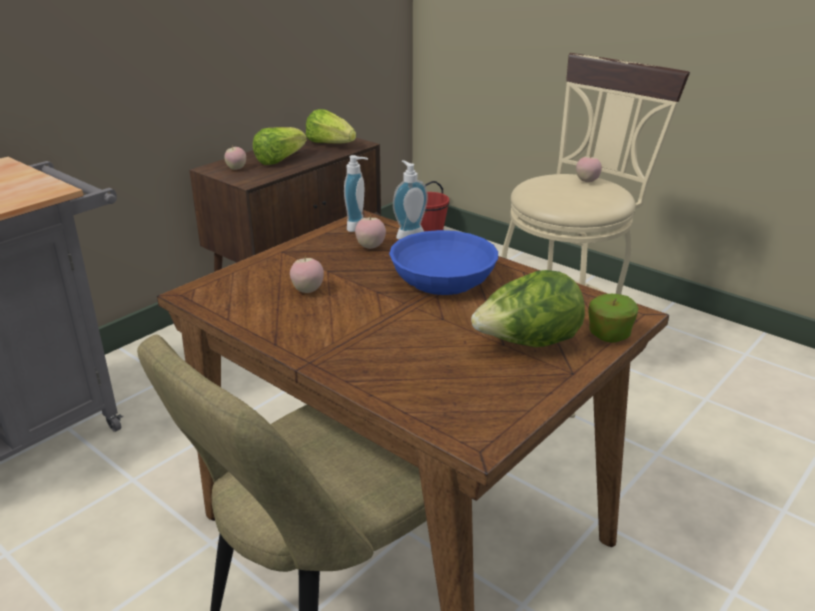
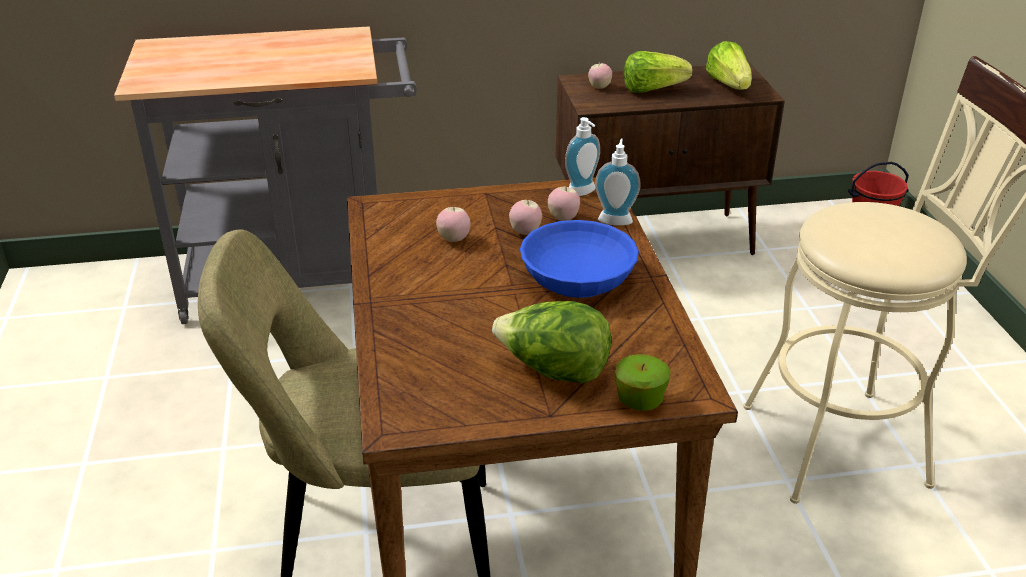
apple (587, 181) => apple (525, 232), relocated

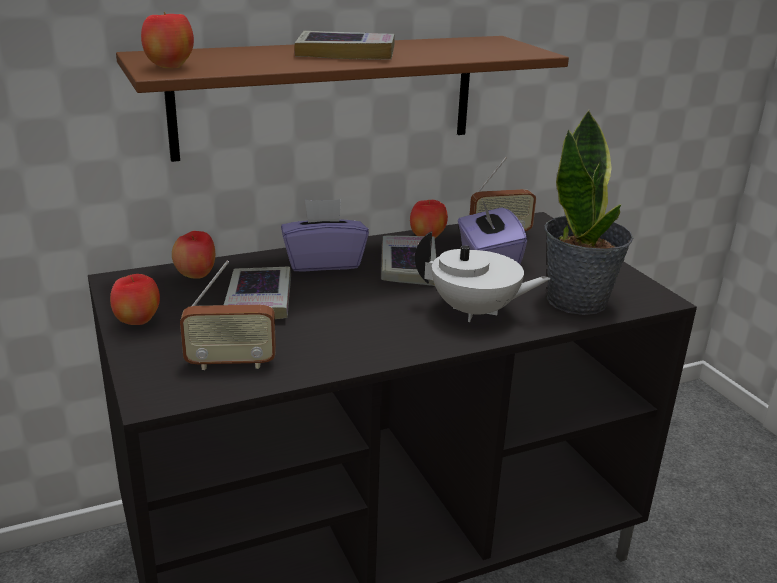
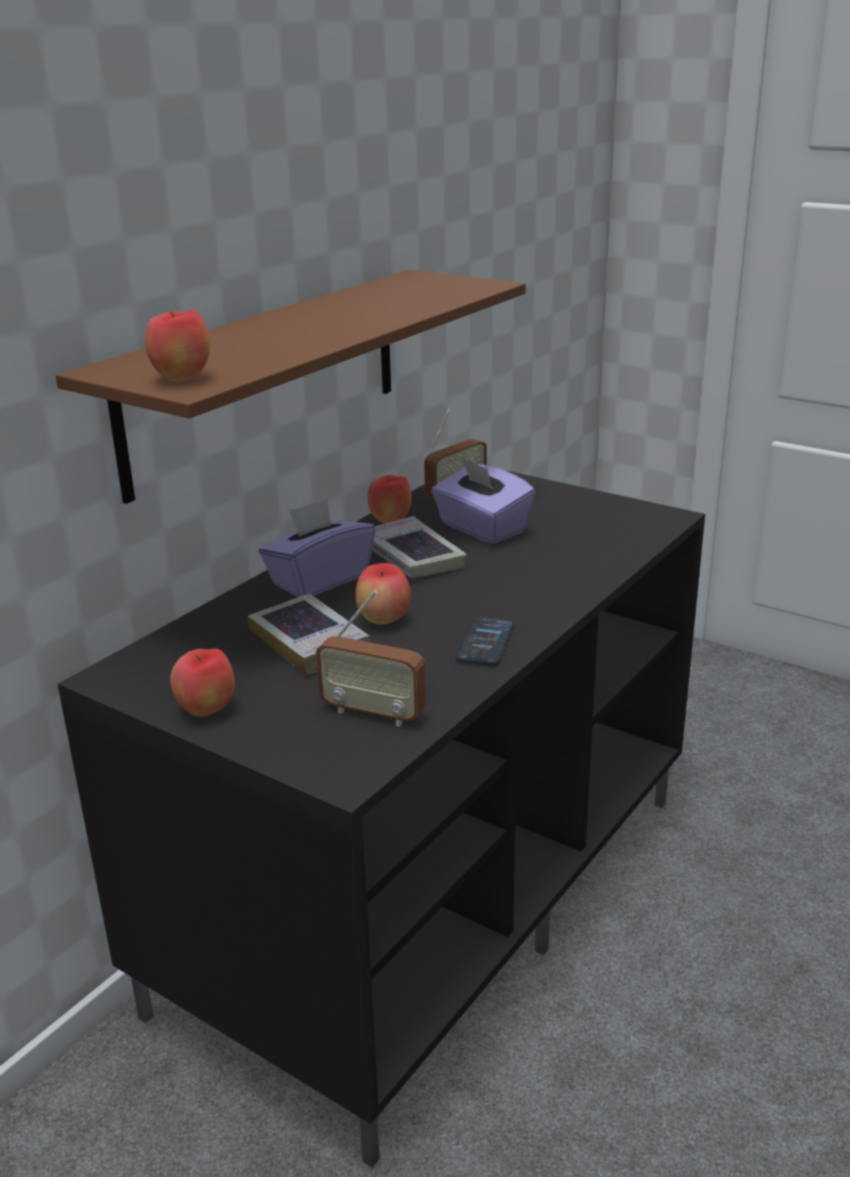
bound book (346, 53) => nothing
teapot in white (475, 312) => nothing
potted plant (578, 301) => nothing
nothing => telephone (485, 642)
apple (196, 276) => apple (383, 621), relocated
radio set (231, 363) => radio set (373, 713), 60 degrees clockwise

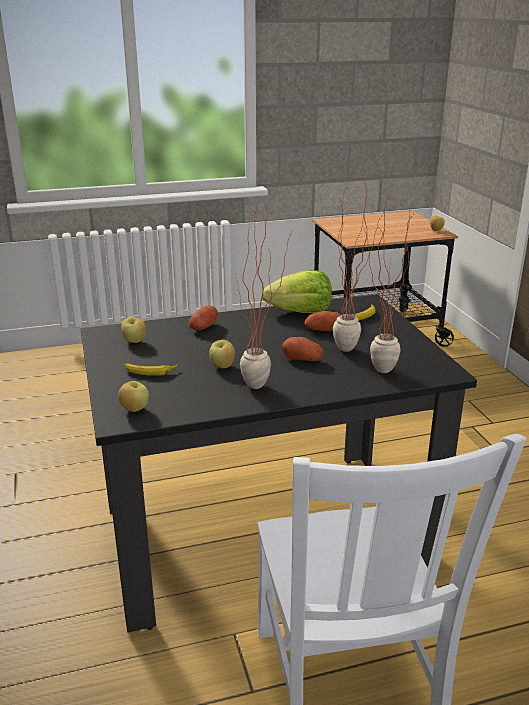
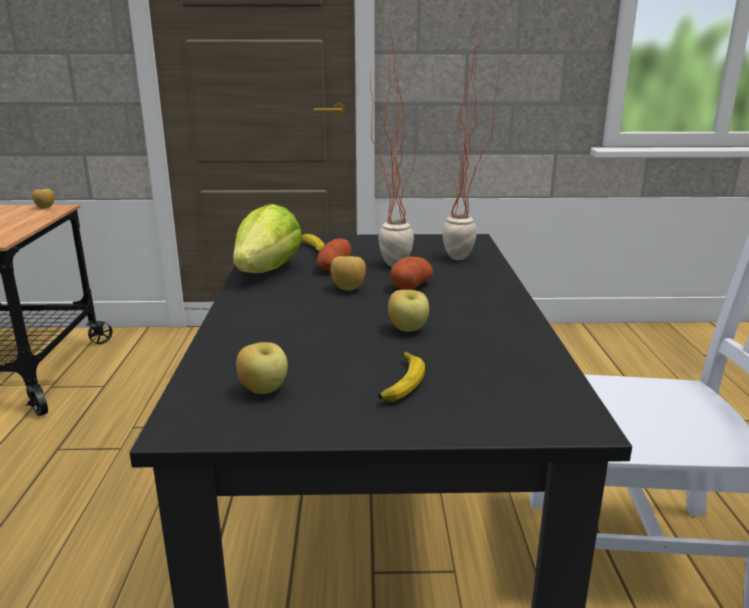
whole potato (203, 327) => nothing
potted plant (263, 389) => nothing
apple (134, 409) => apple (348, 289), relocated

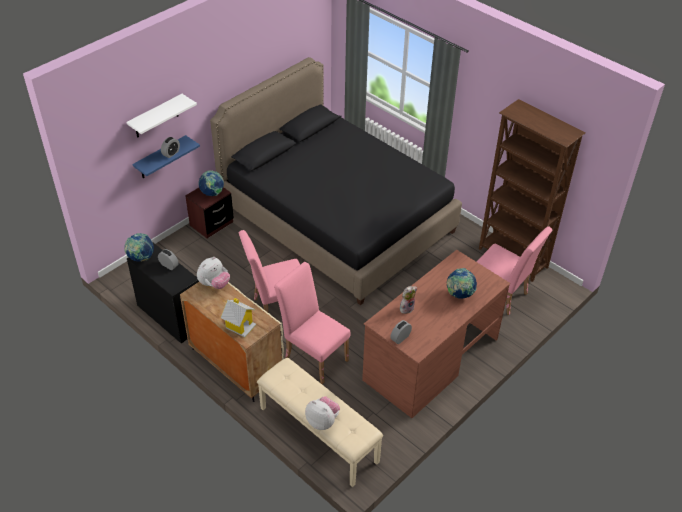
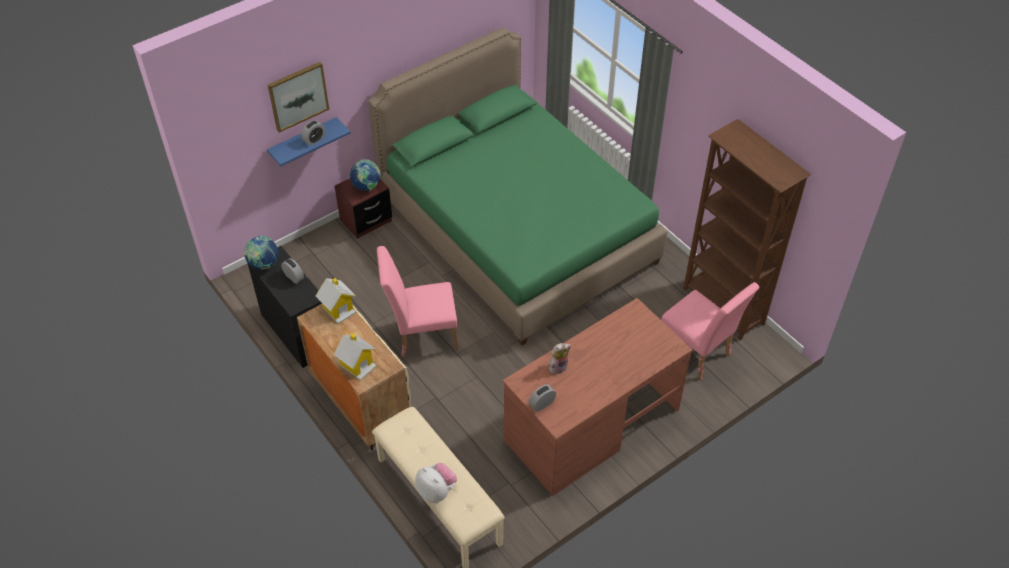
plain chair in pink-coloured (313, 355) => nothing
globe (459, 294) => nothing
shelf in white (156, 116) => wall picture (298, 96)
cuddly toy (214, 284) => model house (338, 309)
sleeping bed in black (337, 219) => sleeping bed in greenish (517, 231)

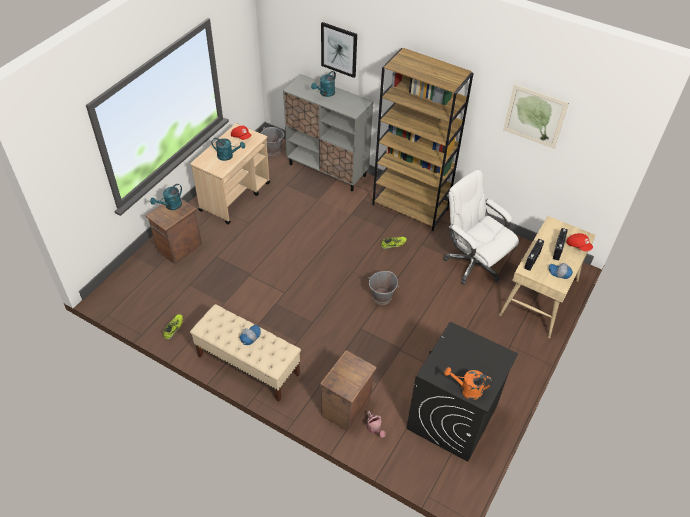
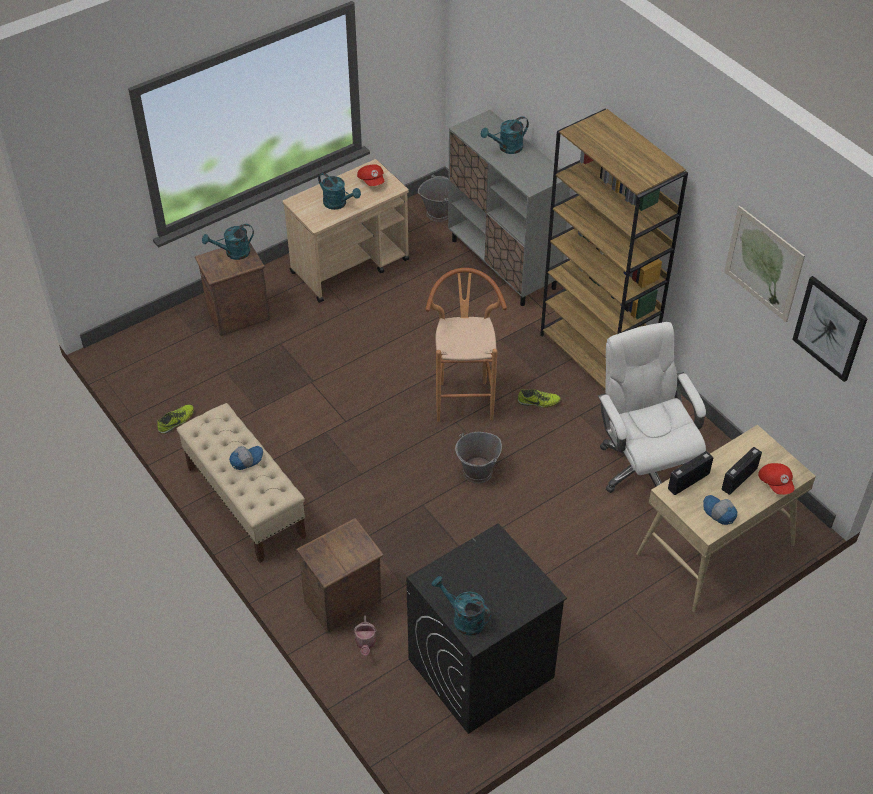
nothing => stool seat in brown (463, 396)
wall picture (339, 49) => wall picture (830, 328), relocated
sprinkling can in orange (467, 390) => sprinkling can in turquoise (463, 619)

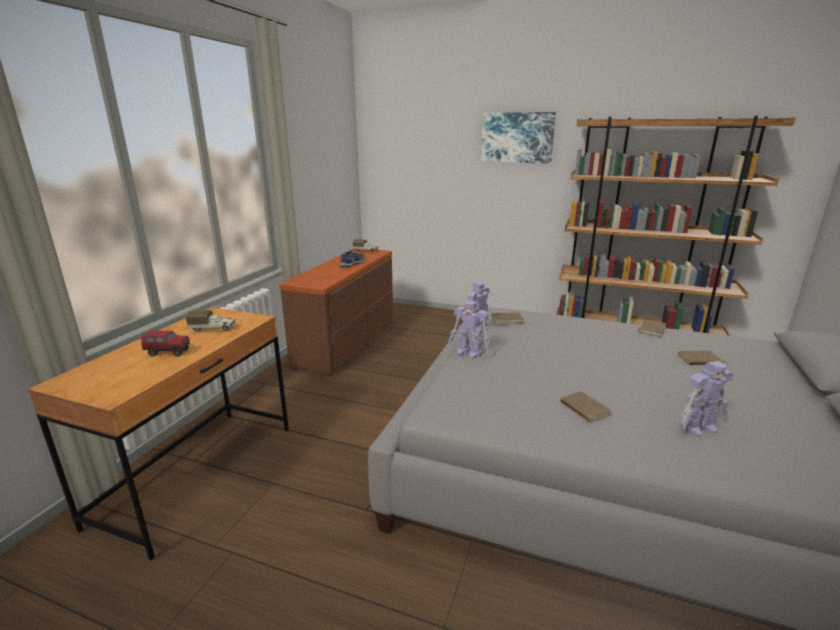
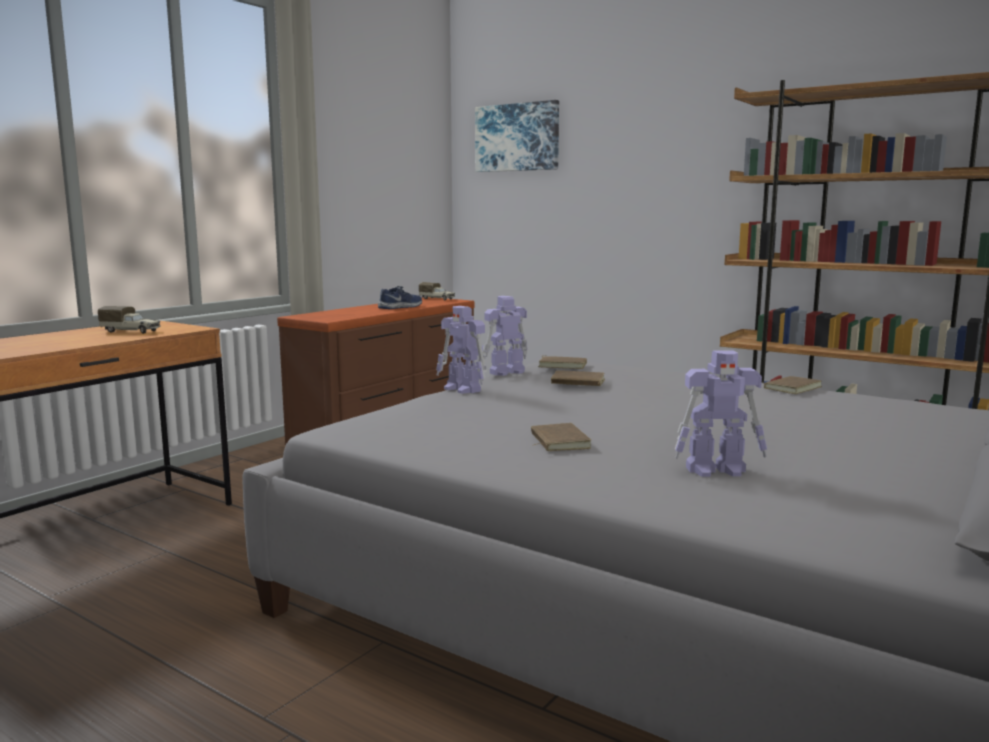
toy truck (168, 352) => nothing
wall picture (517, 137), relocated
bound book in brown (700, 361) => bound book in brown (577, 382), relocated

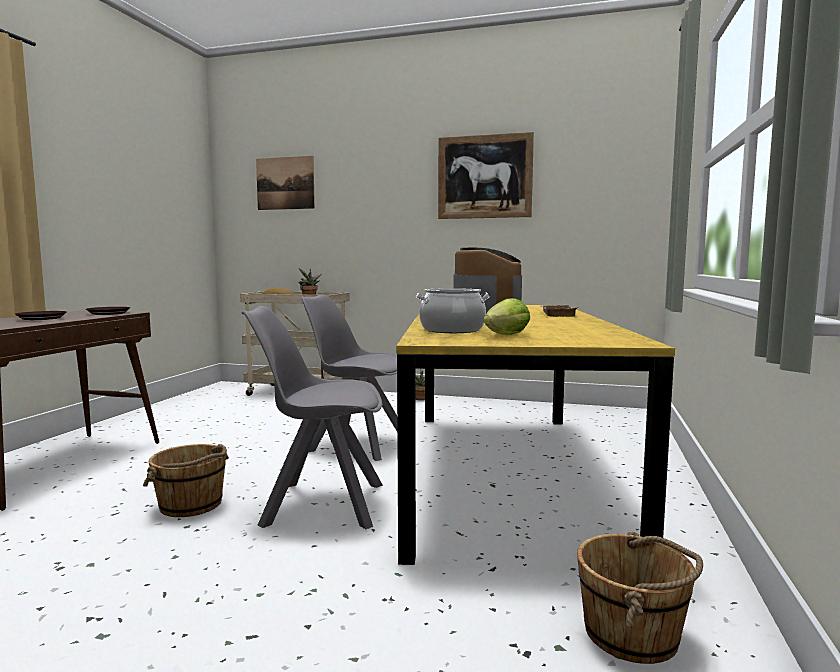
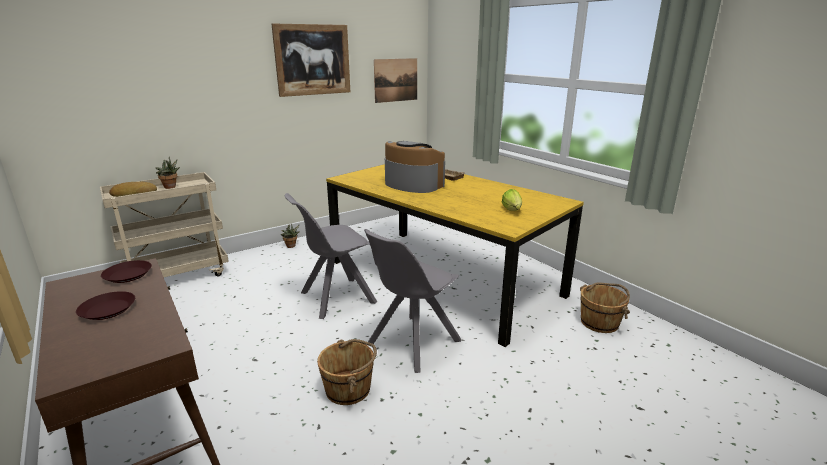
stockpot (452, 330) => nothing
wall picture (285, 183) => wall picture (396, 80), relocated

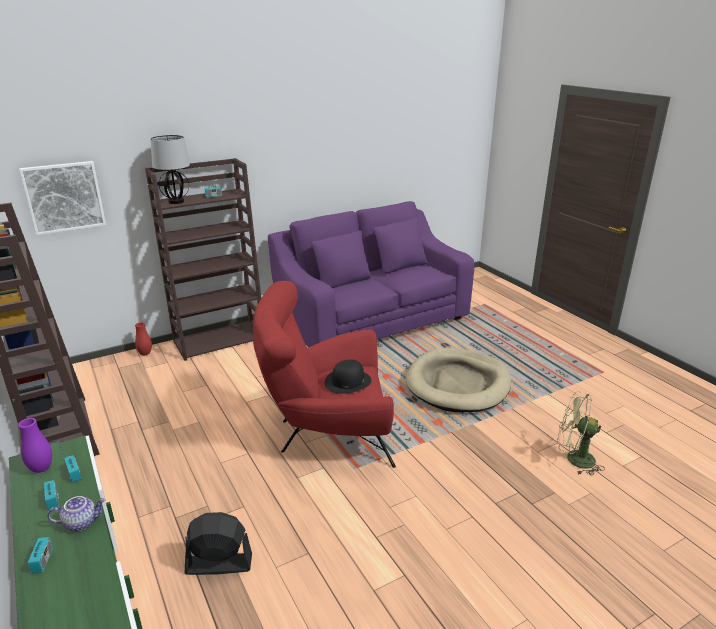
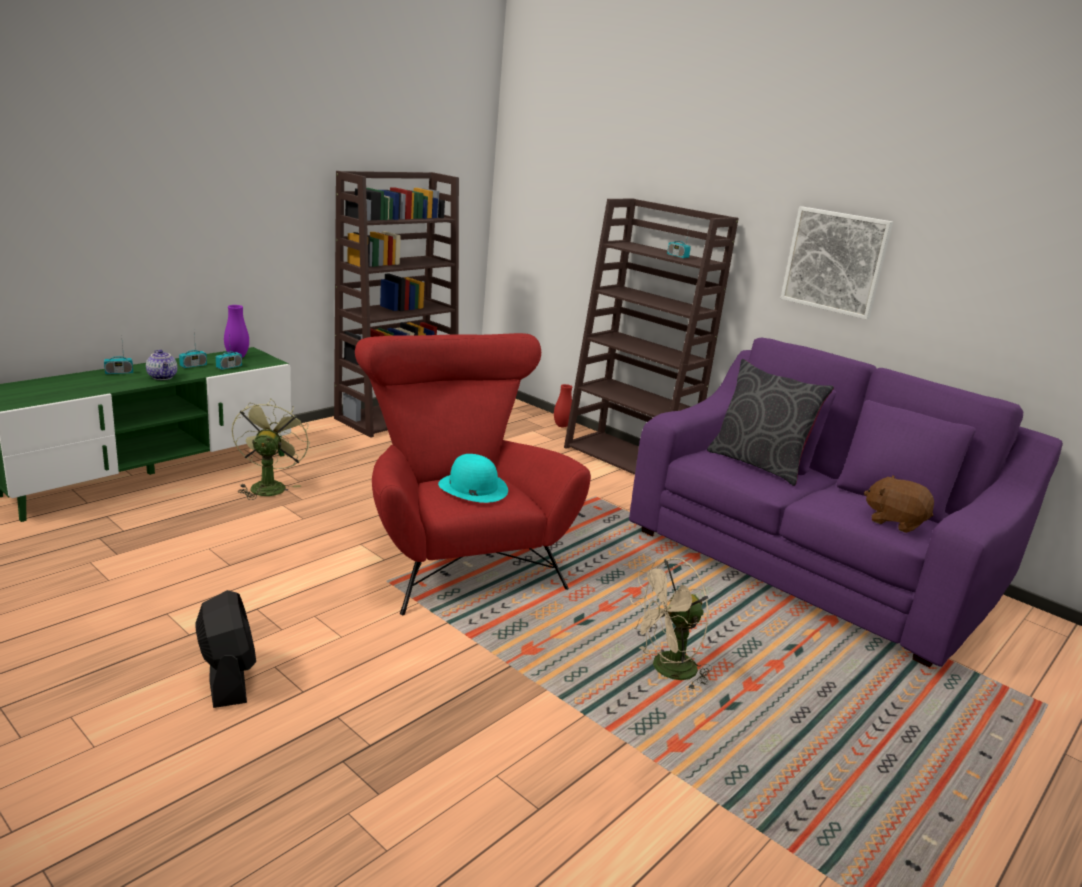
tabletop lamp (176, 201) => nothing
nothing => throw pillow in gray (758, 464)
nothing => cuddly toy in brown (894, 521)
wall picture (64, 197) => wall picture (835, 261), relocated
fan in black (218, 564) => fan in black (228, 677), relocated
fan in greenish (574, 459) => fan in greenish (269, 486), relocated
dog cushion in sand-coloured (458, 384) => fan in sand-coloured (666, 670)
clothing hat in black (348, 381) => clothing hat in turquoise (472, 487)

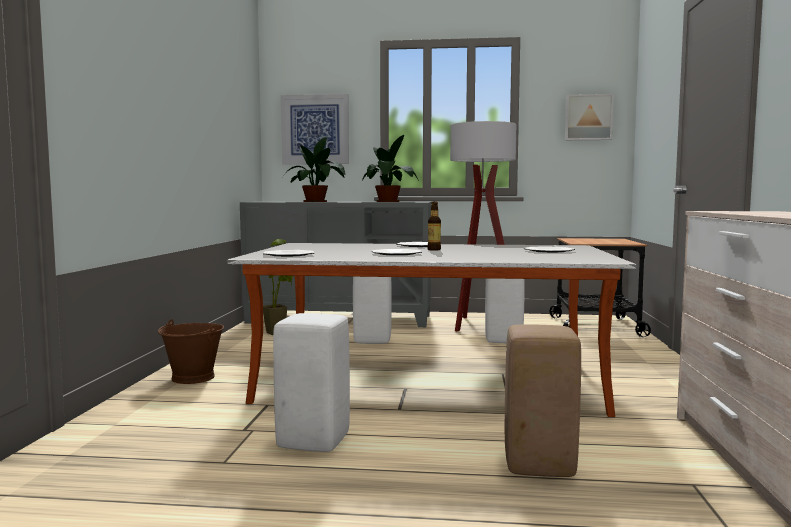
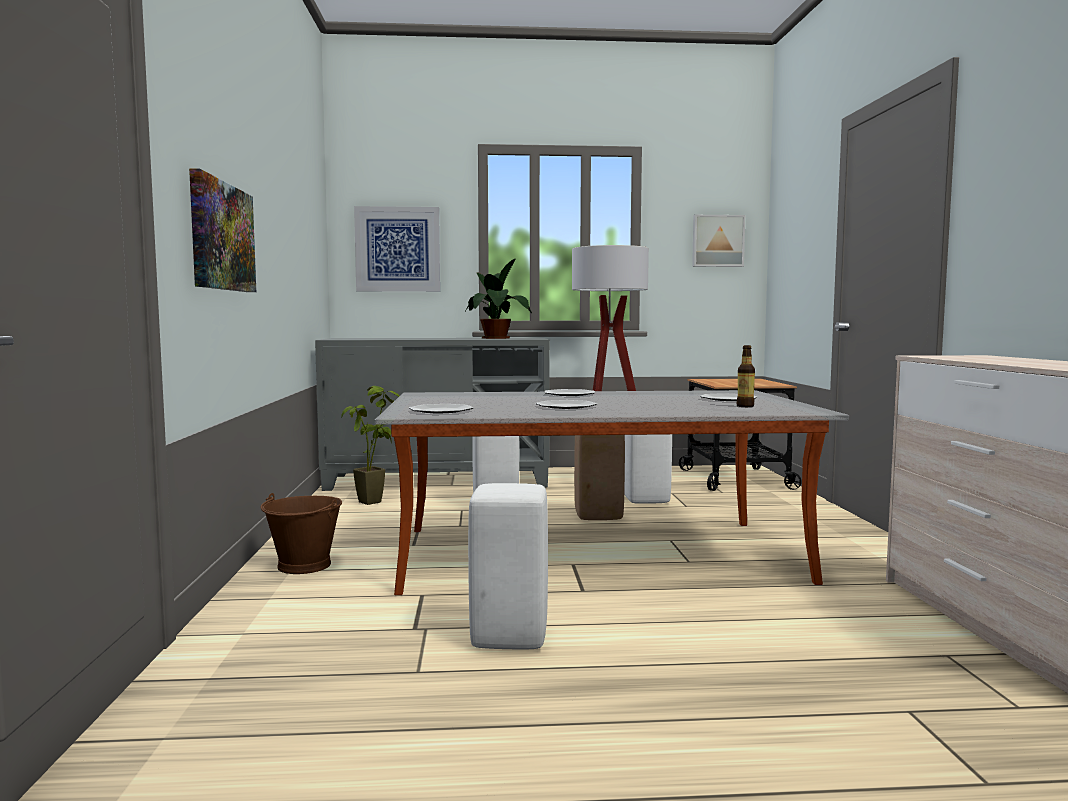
potted plant (317, 201) => nothing
nothing => wall picture (221, 237)
beverage bottle (434, 250) => beverage bottle (745, 406), relocated
stool seat in sand-coloured (538, 466) => stool seat in sand-coloured (597, 516), relocated

